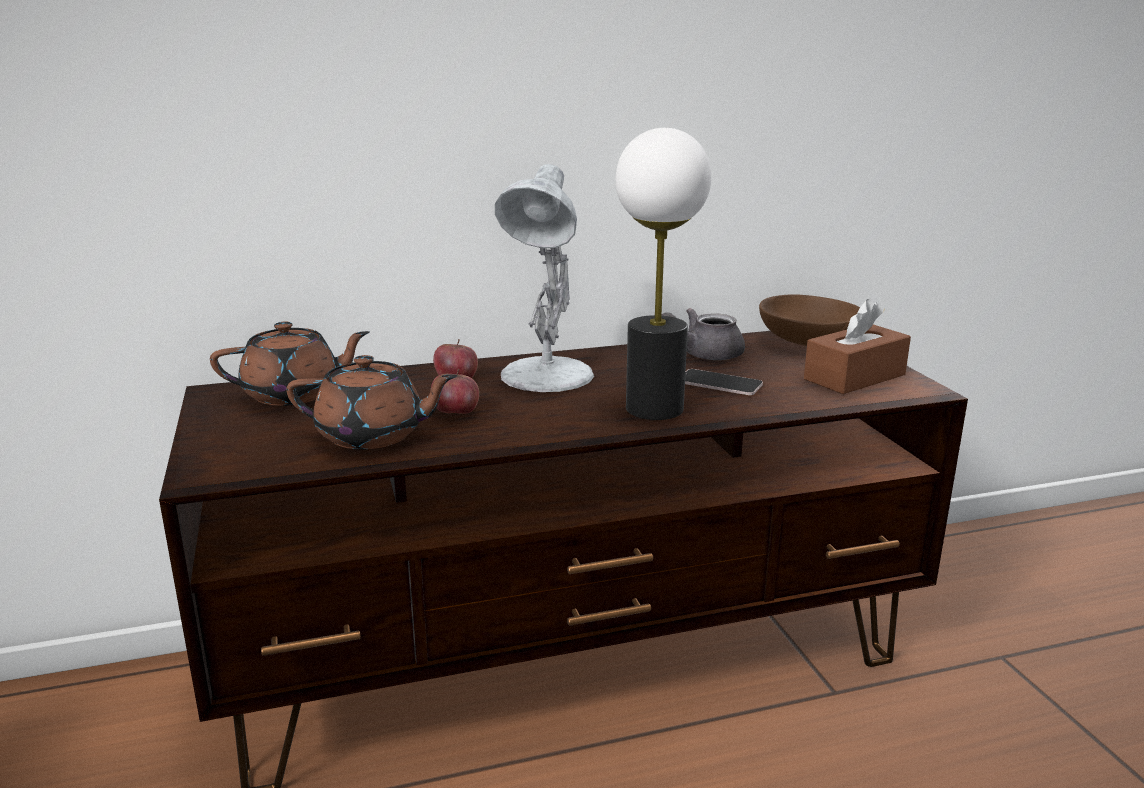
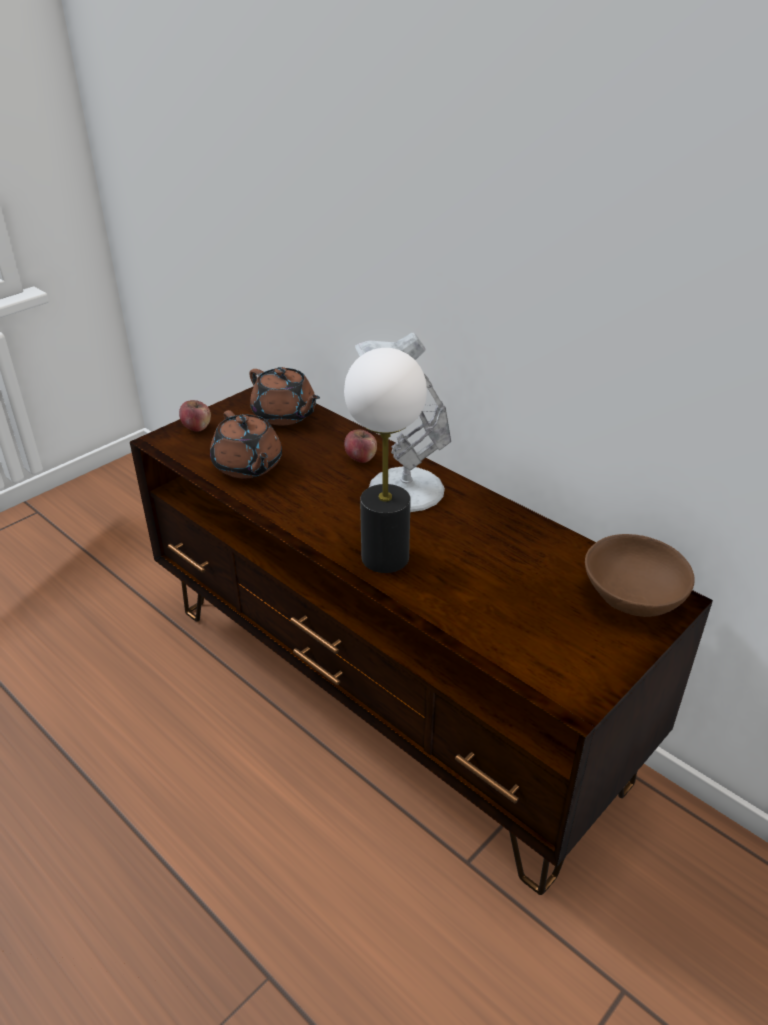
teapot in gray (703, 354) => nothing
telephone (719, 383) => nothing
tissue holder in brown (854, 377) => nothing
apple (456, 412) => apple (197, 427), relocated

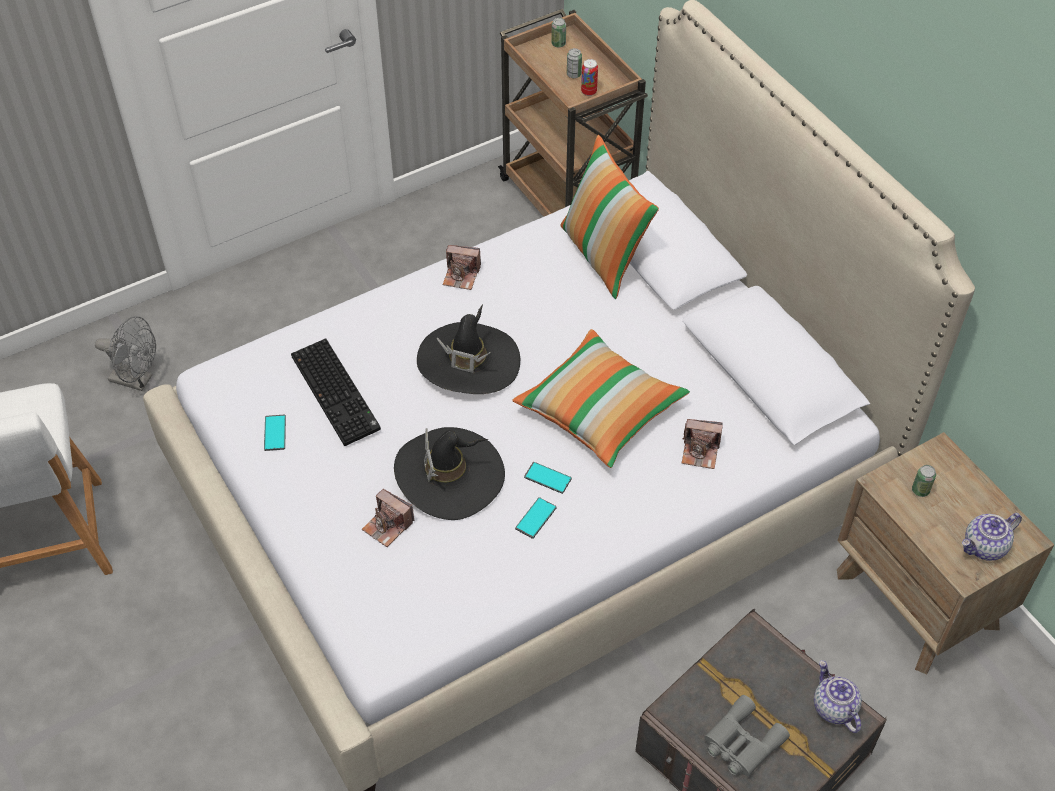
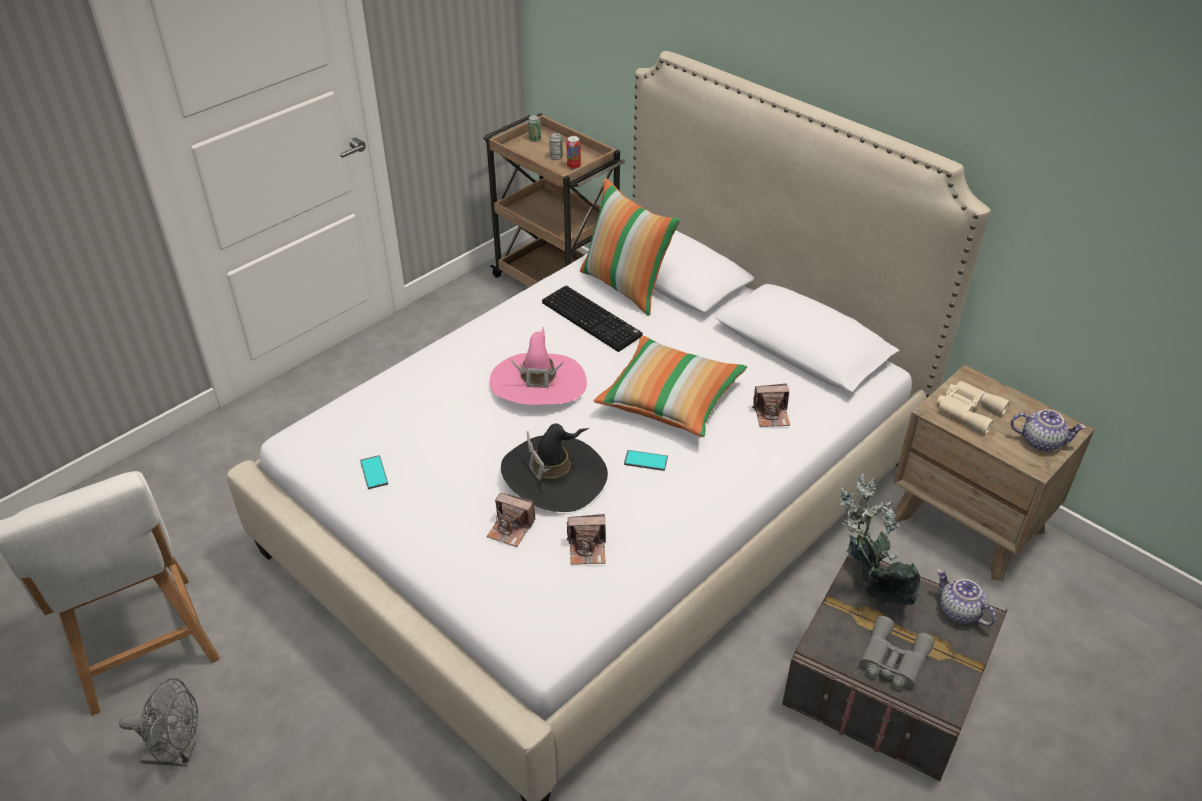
telephone (536, 518) => nothing
nothing => potted plant (869, 587)
fan in gray (137, 380) => fan in gray (177, 753), relocated
computer keyboard (338, 393) => computer keyboard (593, 319), relocated
photo camera (461, 275) => photo camera (587, 549), relocated
can (920, 490) => binoculars in sand-coloured (968, 410)
clothing hat in black (468, 362) => clothing hat in pink-coloured (538, 384)
teapot (984, 547) => teapot (1041, 441), 120 degrees counterclockwise

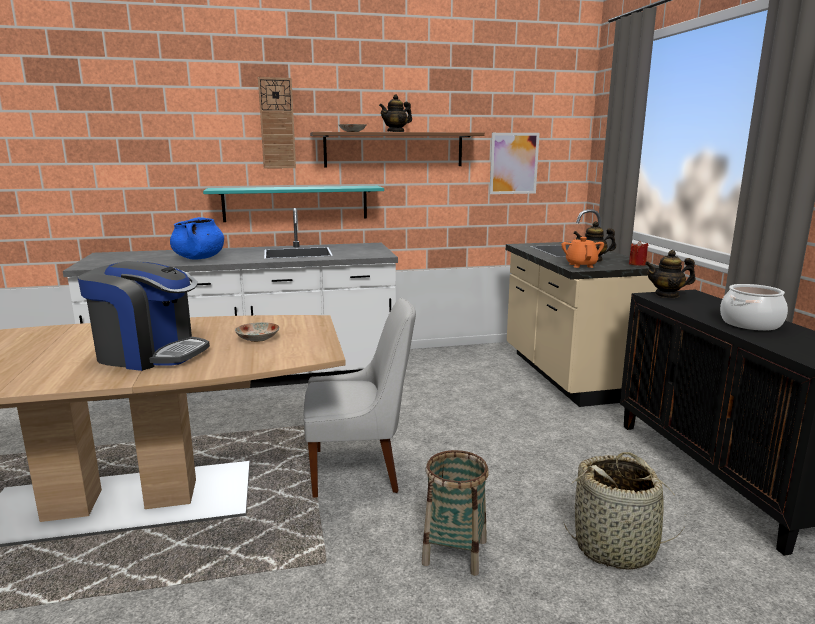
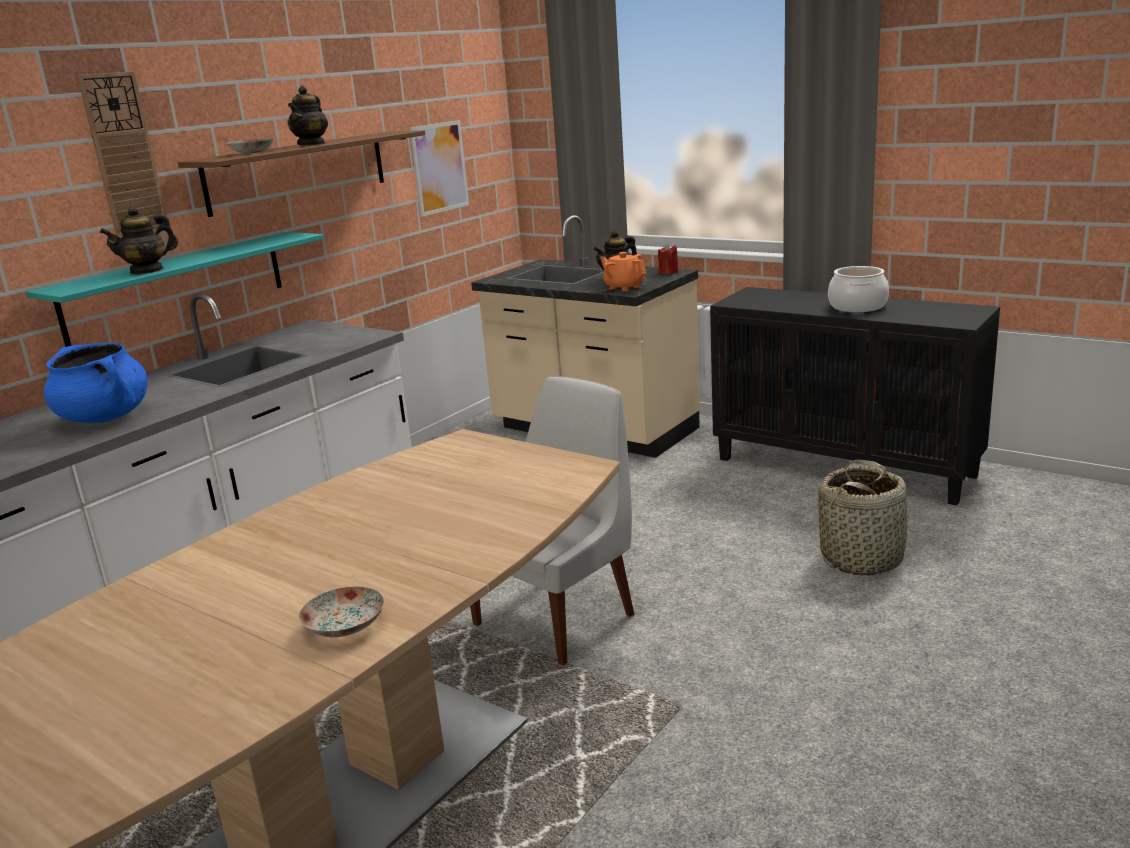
coffee maker (150, 354) => nothing
storage basket (455, 552) => nothing
plate (257, 339) => plate (344, 626), relocated
teapot (667, 295) => teapot (147, 270), relocated

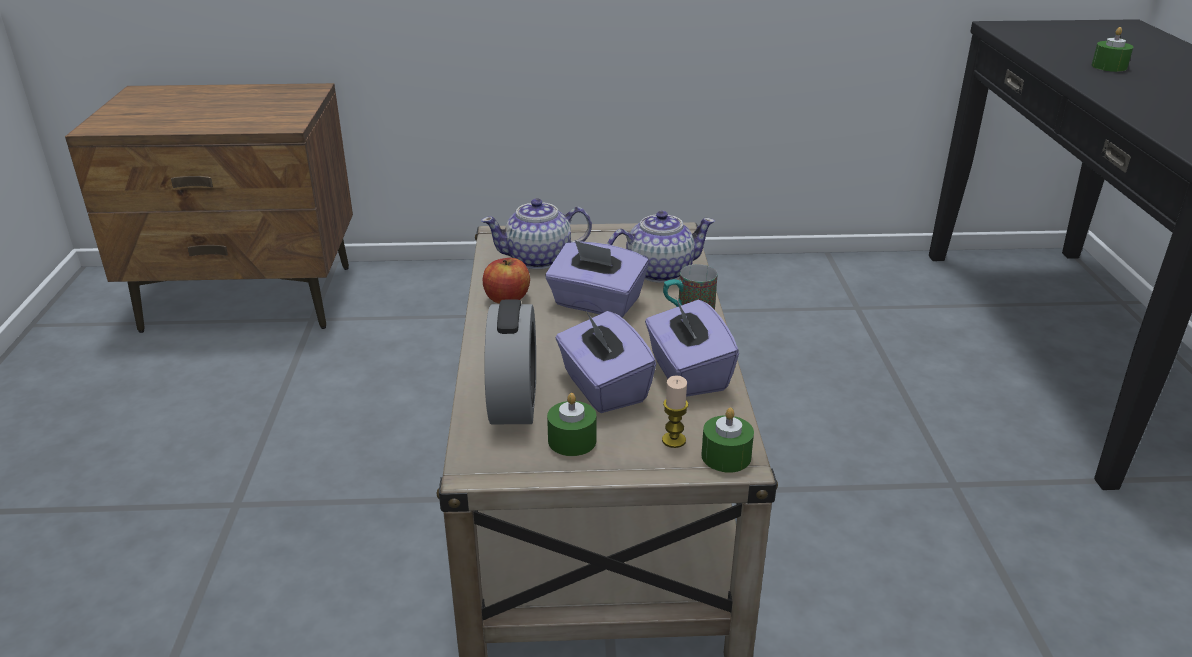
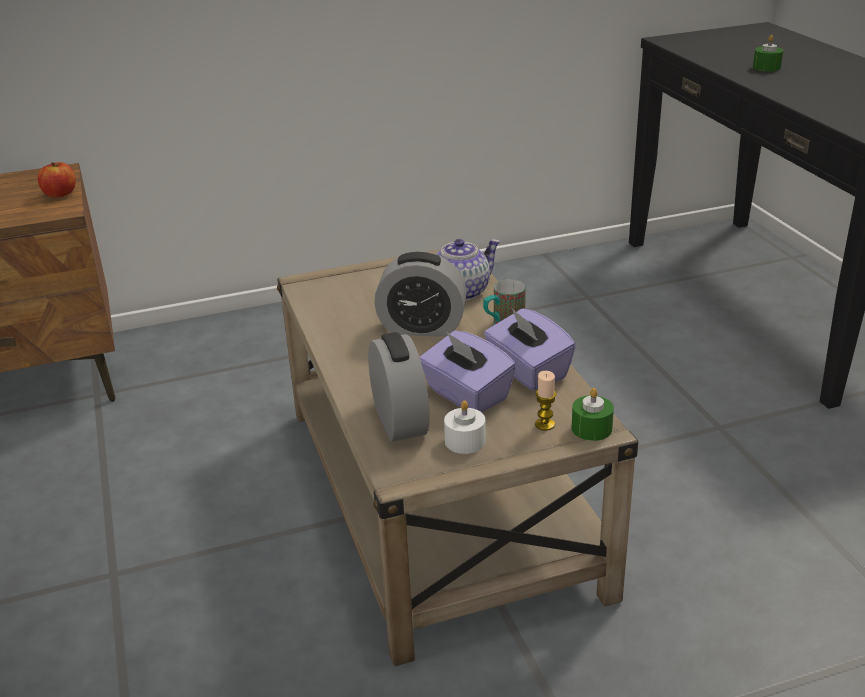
teapot (539, 259) => nothing
apple (507, 298) => apple (60, 194), relocated
tissue holder in purple-coloured (596, 304) => bedside clock (422, 328)
candle in greenish (572, 441) => candle in white (465, 441)

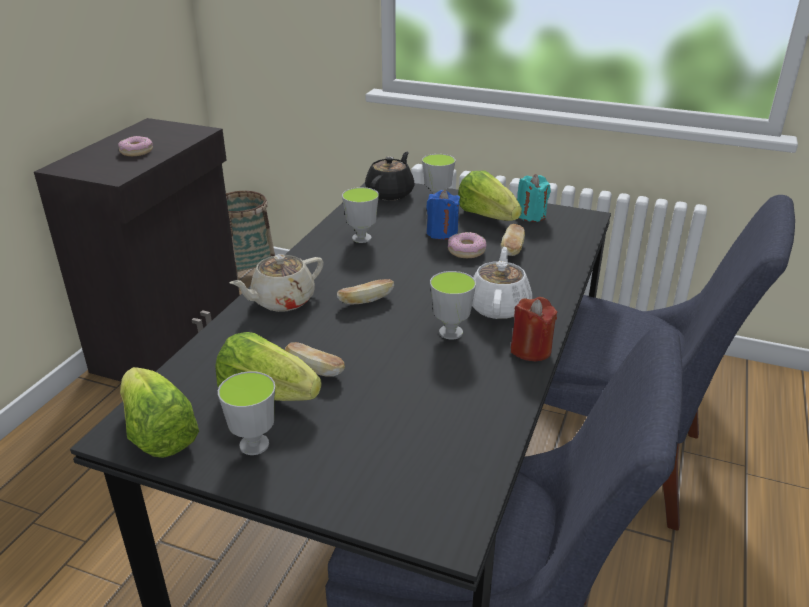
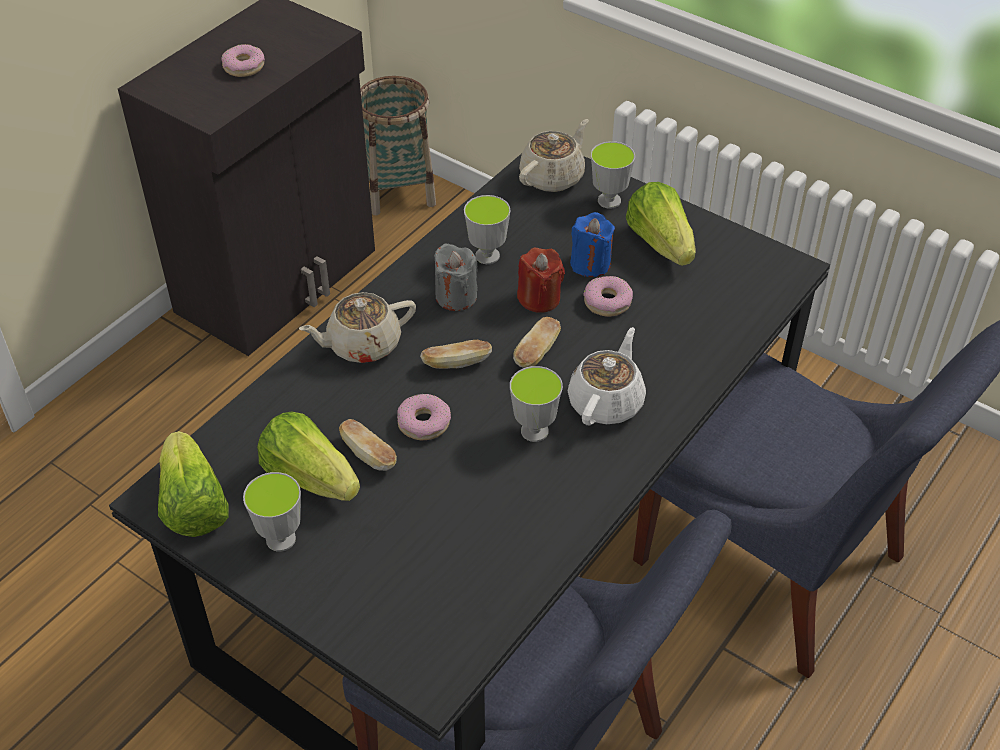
candle in turquoise (530, 215) => nothing
nothing => ring doughnut (424, 423)
nothing => candle in gray (456, 296)
bread (512, 249) => bread (537, 352), relocated
candle in reddish (531, 349) => candle in reddish (539, 298), relocated
teapot in black (390, 193) => teapot in sand-coloured (553, 177)

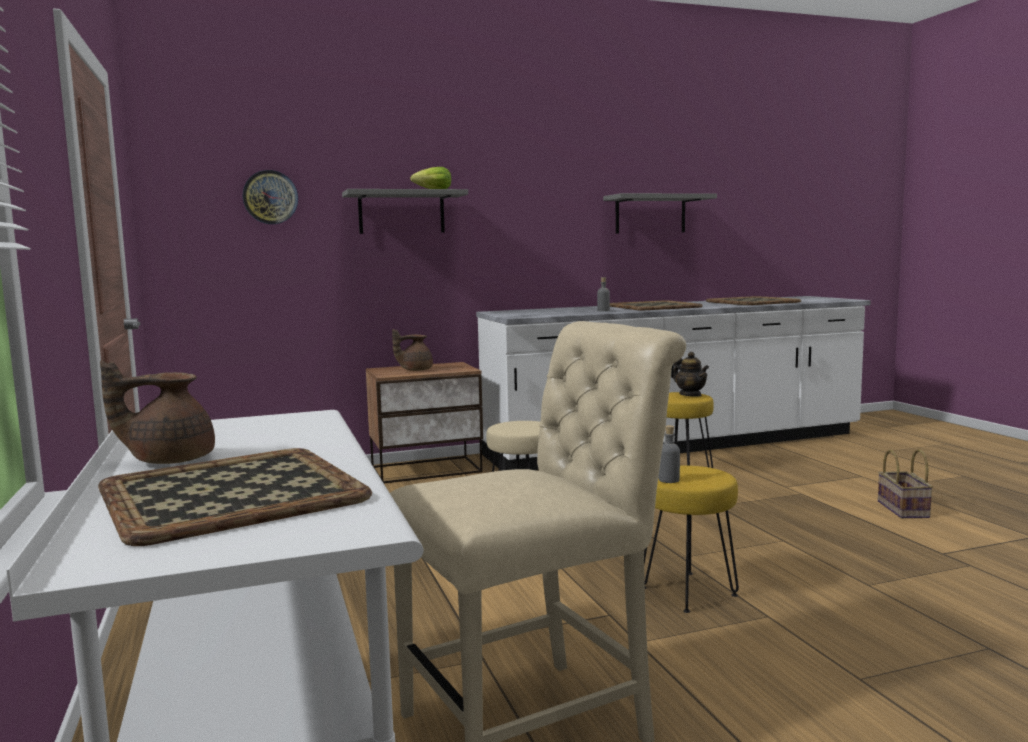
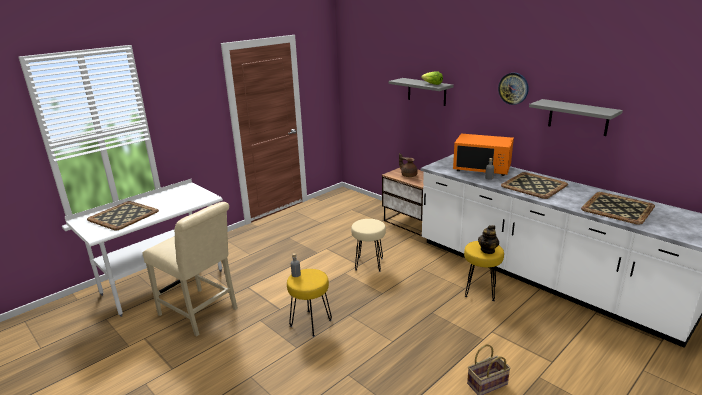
teapot in brown (169, 460) => nothing
nothing => kitchen microwave in orange (482, 169)
hanging clock (270, 197) => hanging clock (513, 88), relocated

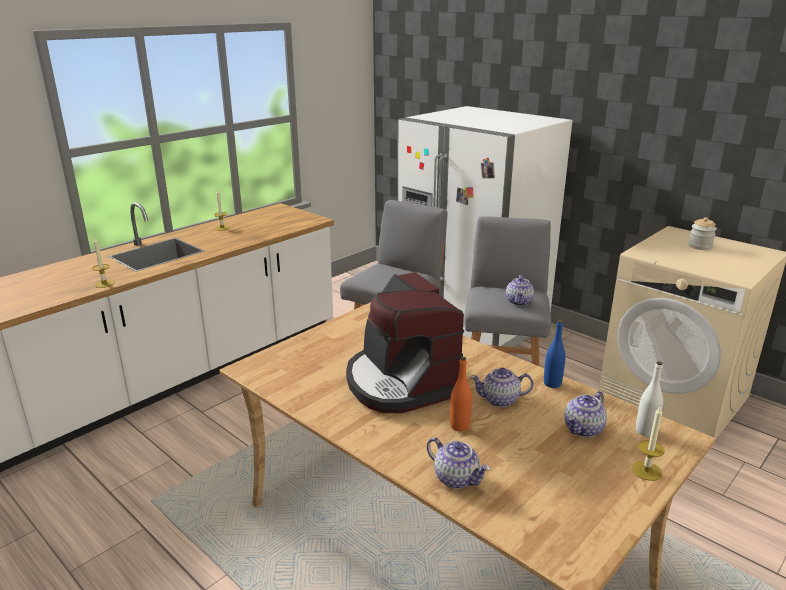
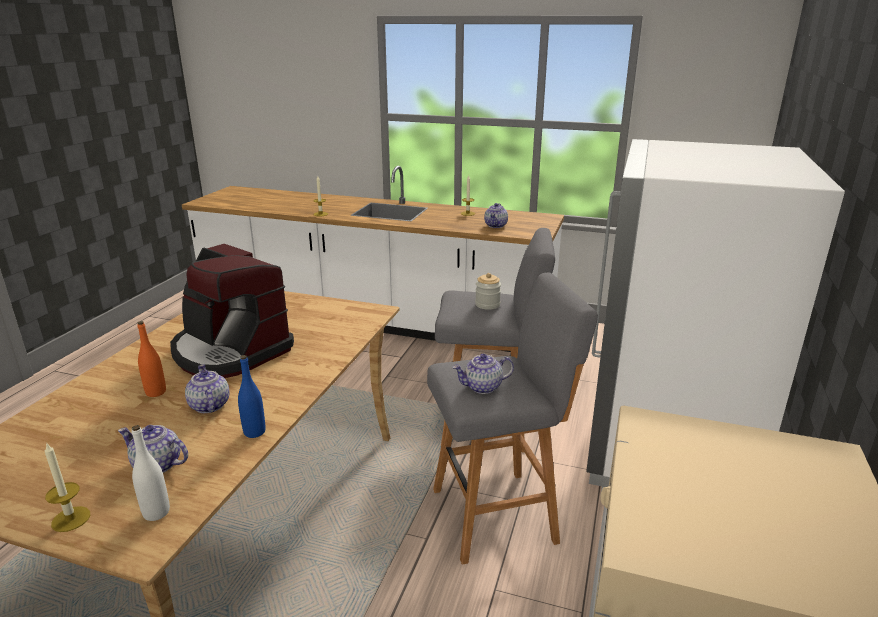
teapot (457, 478) => teapot (496, 225), relocated
jar (700, 246) => jar (487, 304), relocated
coffee maker (401, 382) => coffee maker (230, 351), 90 degrees counterclockwise

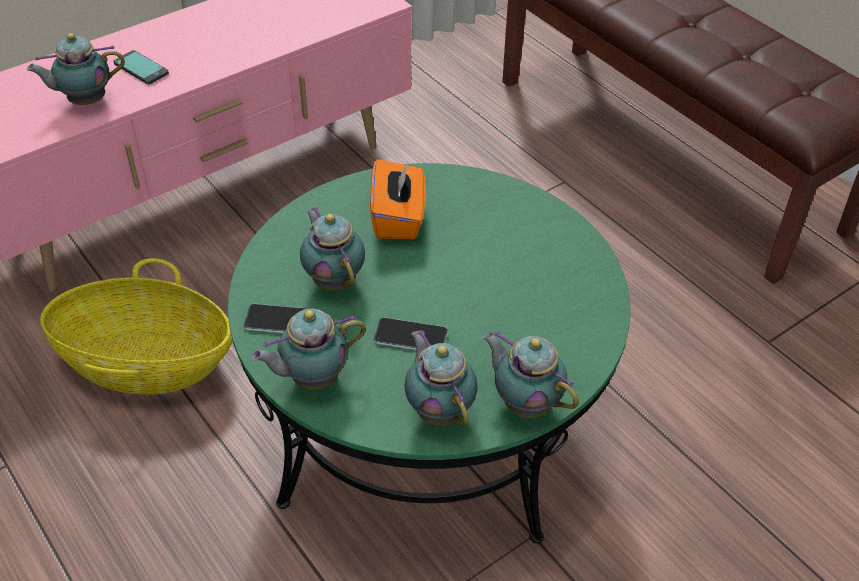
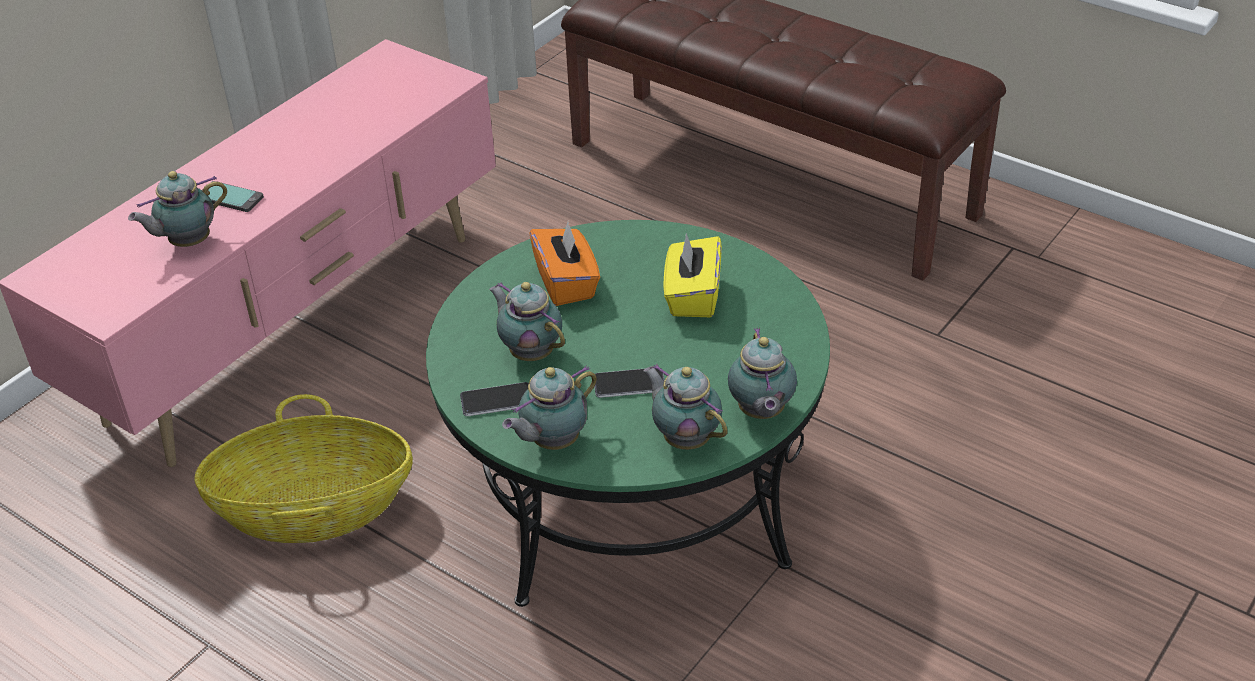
nothing => tissue holder in yellow-coloured (692, 296)
teapot (525, 403) => teapot (761, 413), 120 degrees counterclockwise

